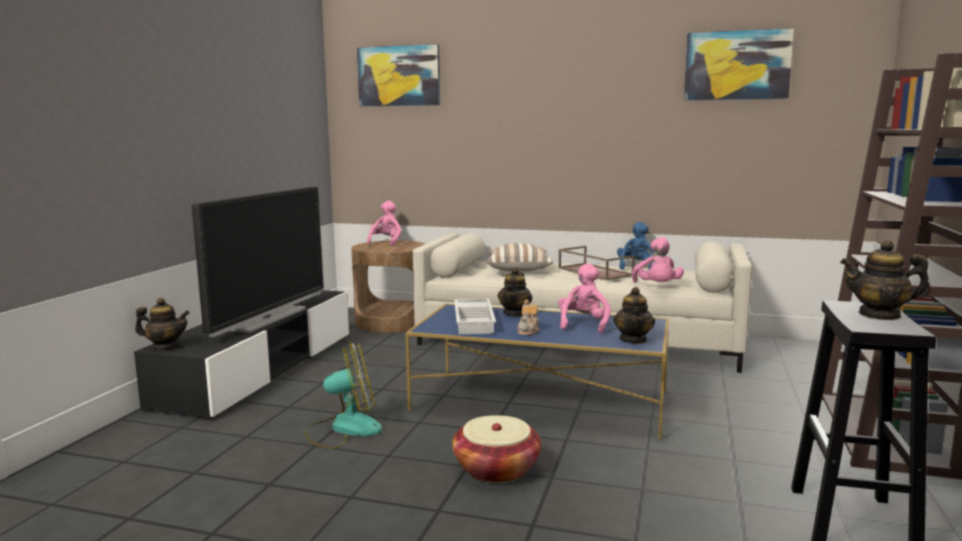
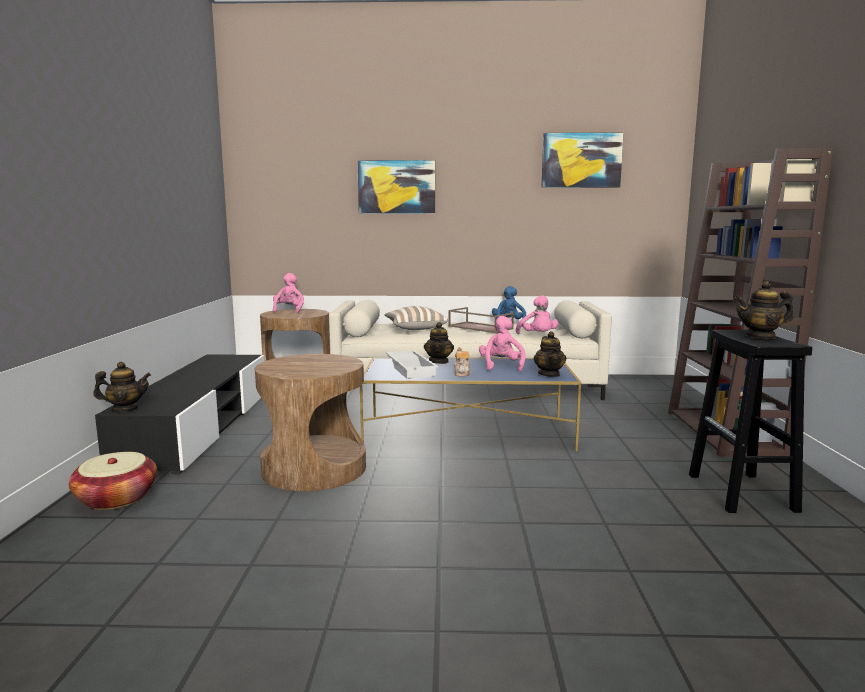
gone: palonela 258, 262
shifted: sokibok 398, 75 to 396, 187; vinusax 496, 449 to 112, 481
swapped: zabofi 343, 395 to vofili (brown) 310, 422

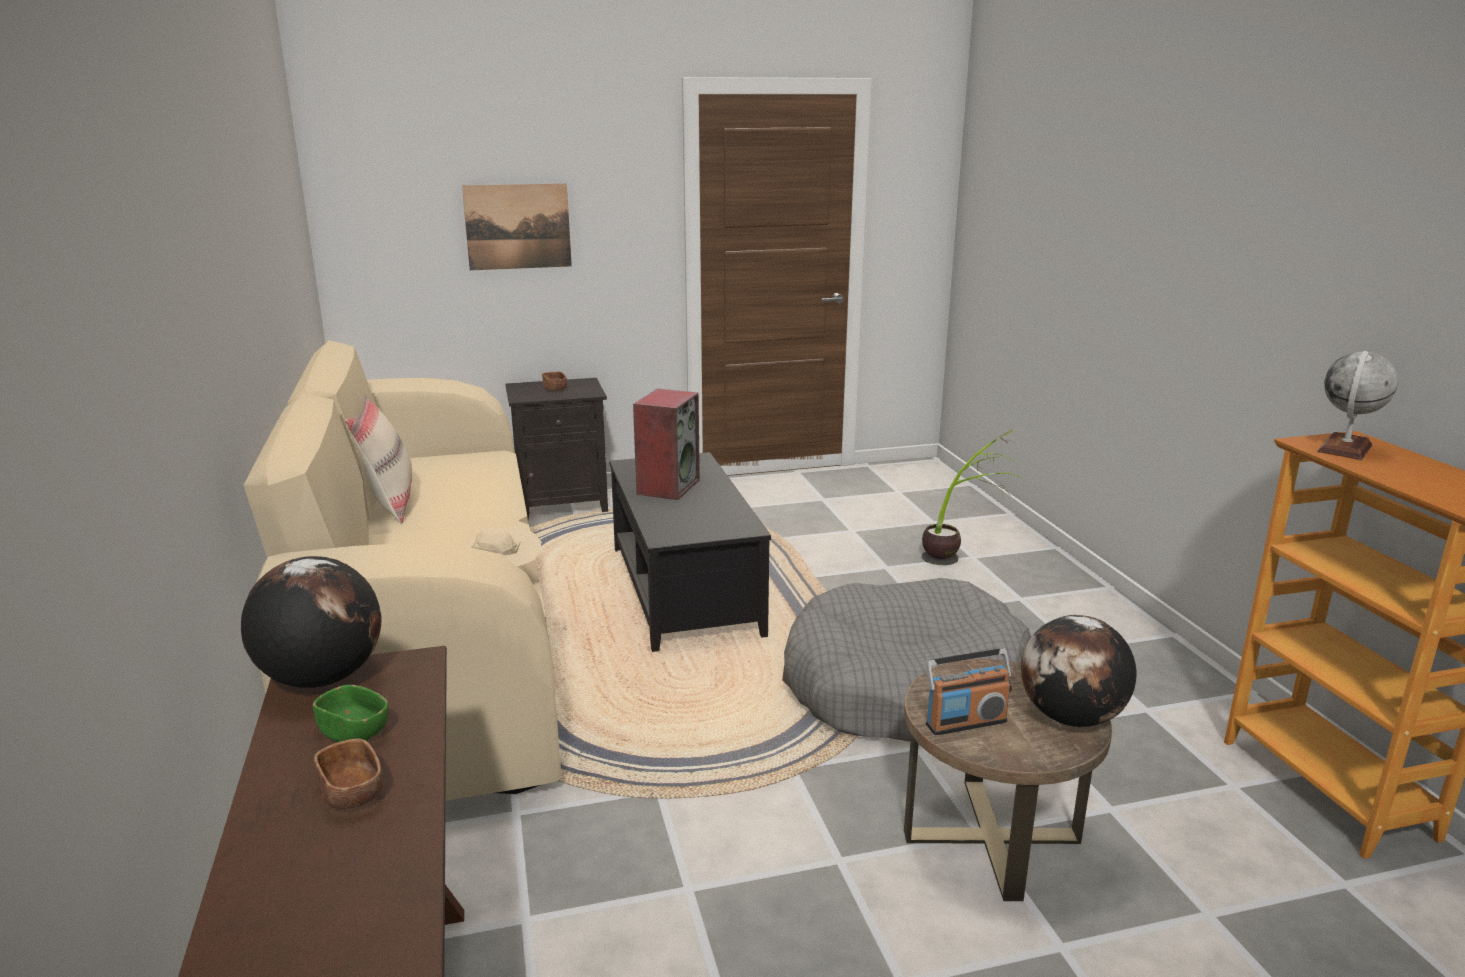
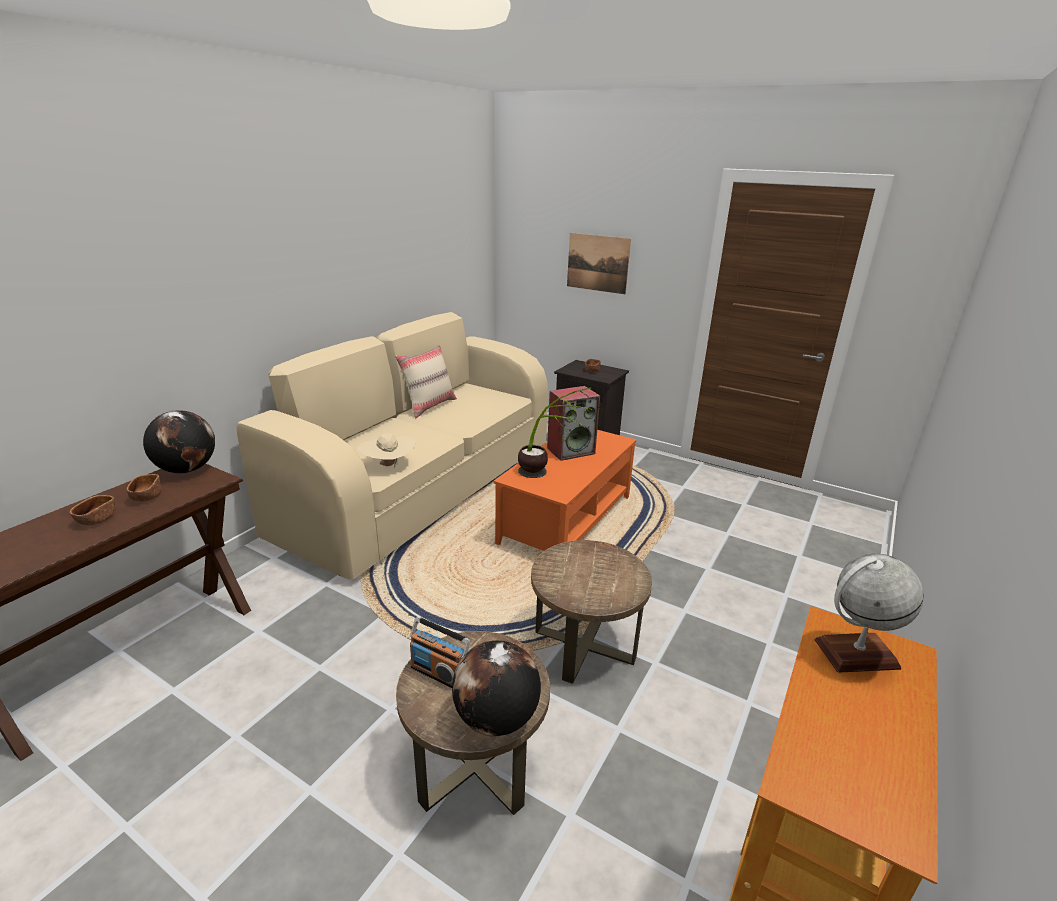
shifted: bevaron 971, 497 to 555, 432
swapped: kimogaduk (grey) 906, 660 to vofili (brown) 591, 612
repainted: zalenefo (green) 351, 713 to zalenefo (brown) 144, 488; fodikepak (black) 690, 552 to fodikepak (orange) 565, 490

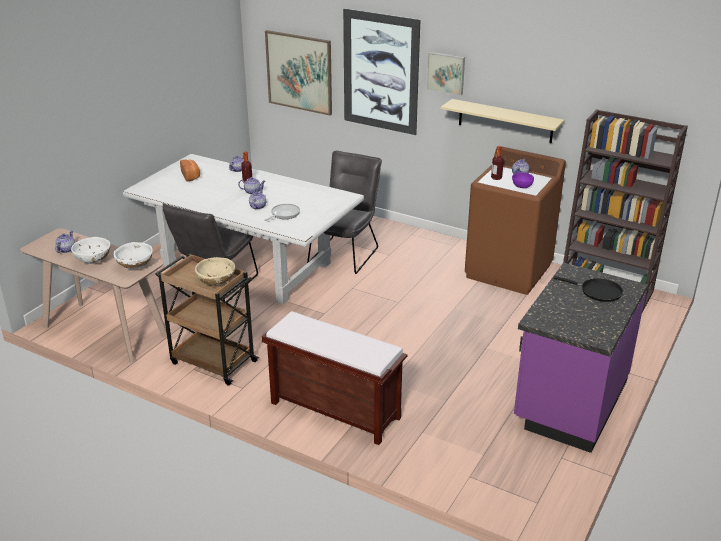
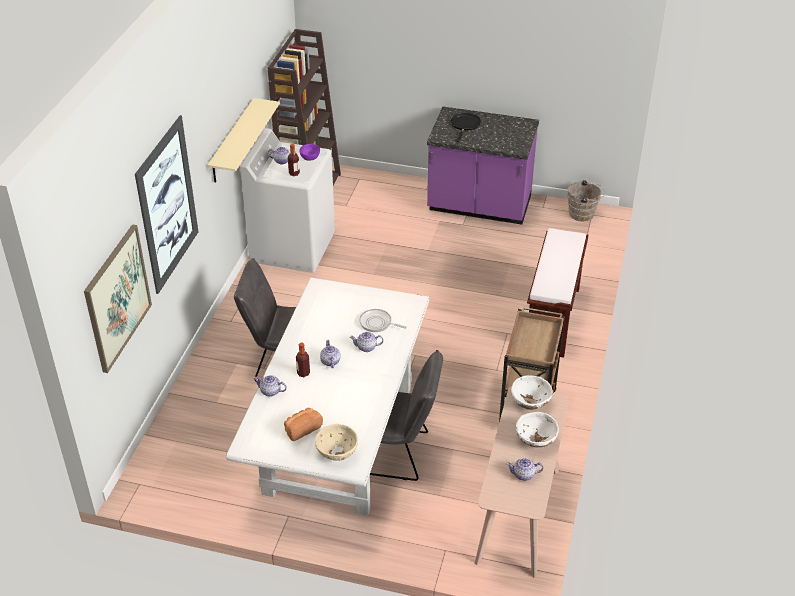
gone: sokibok 446, 74
new: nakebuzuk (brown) 586, 201
shifted: zalenefo (beige) 215, 271 to 336, 442
repainted: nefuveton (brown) 515, 220 to nefuveton (white) 287, 200

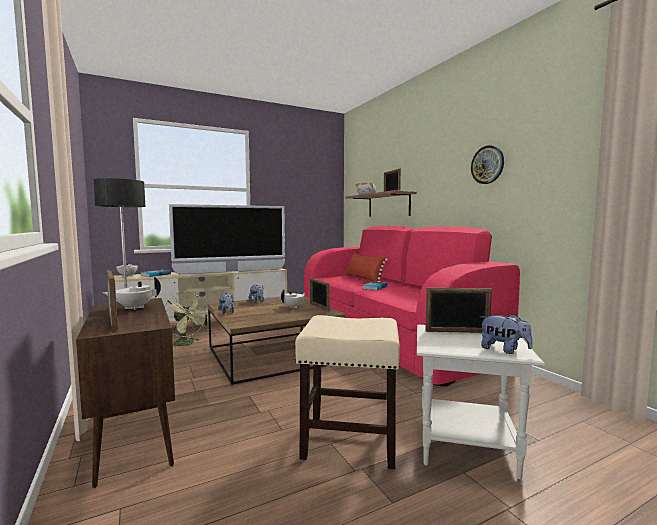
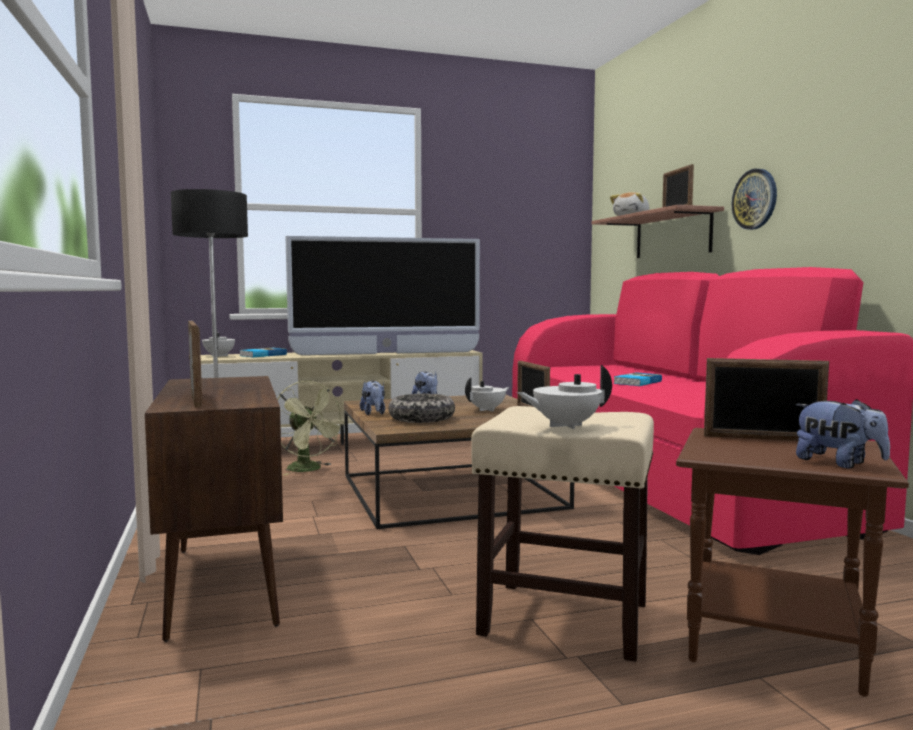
gone: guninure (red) 367, 267
new: zalenefo 421, 408
shifted: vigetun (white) 131, 293 to 564, 397; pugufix 487, 164 to 754, 199
repainted: vofili (white) 481, 402 to vofili (brown) 792, 562

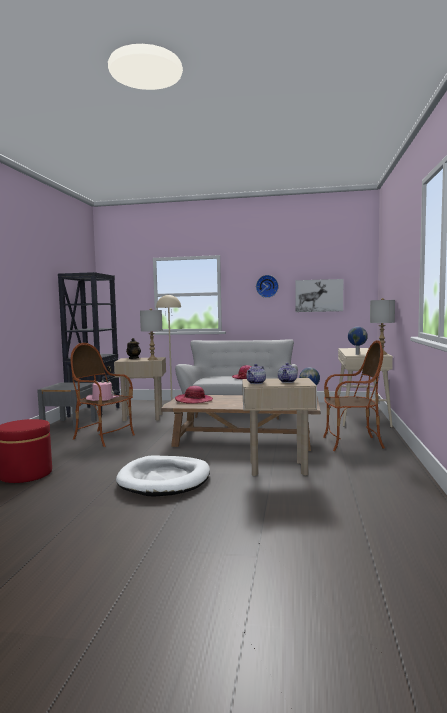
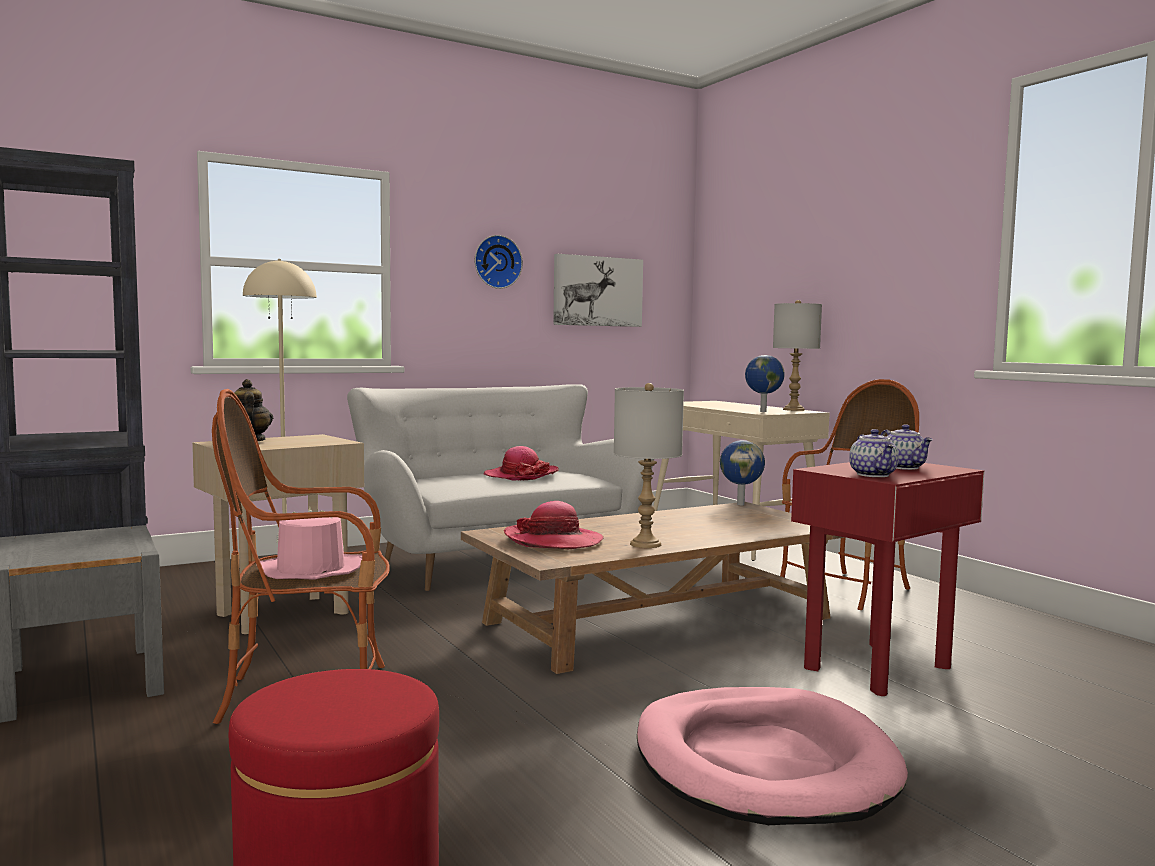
shifted: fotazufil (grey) 151, 334 to 649, 465
repainted: kimogaduk (white) 163, 475 to kimogaduk (pink) 772, 756; vofili (beige) 279, 427 to vofili (red) 887, 579

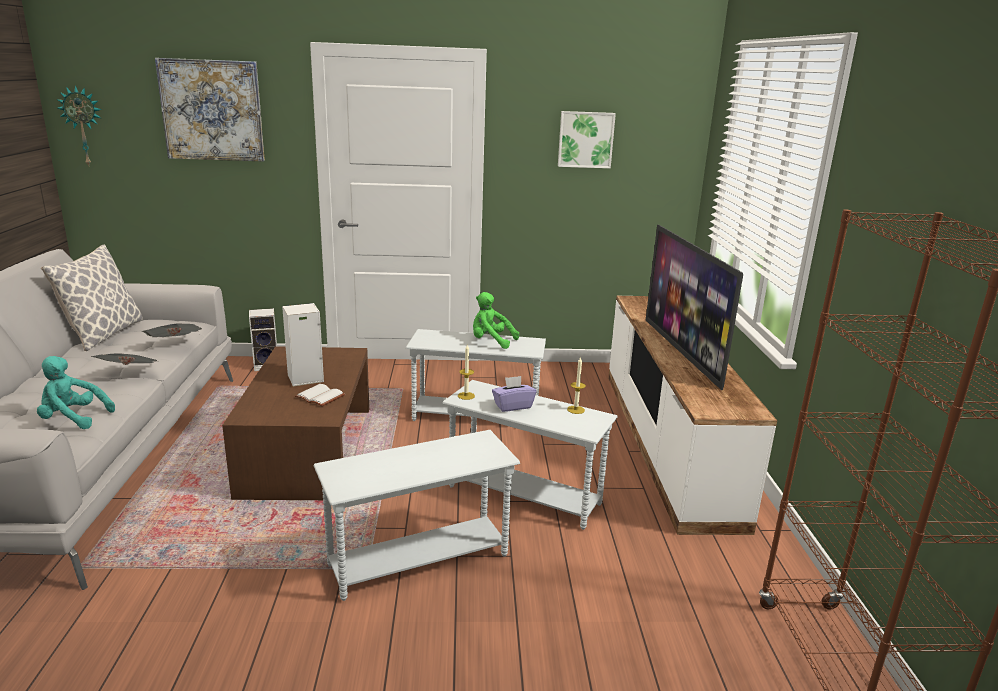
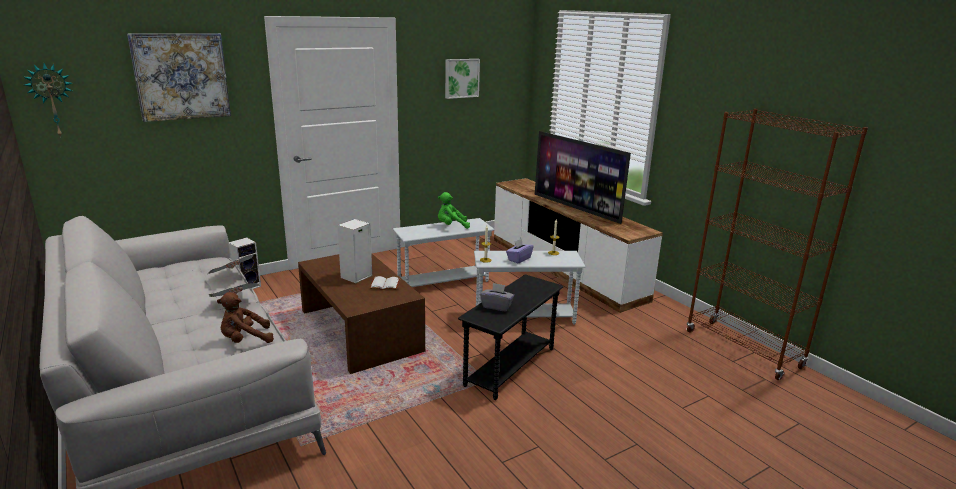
gone: guninure 92, 298
new: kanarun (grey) 497, 297
repainted: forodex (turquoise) 76, 392 to forodex (brown) 245, 317; vofili (white) 416, 515 to vofili (black) 510, 337

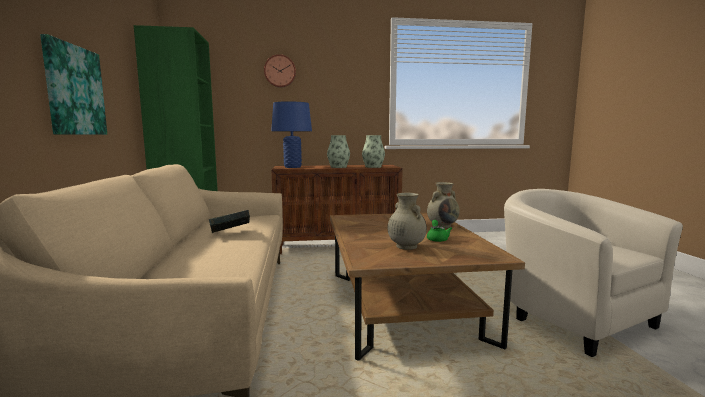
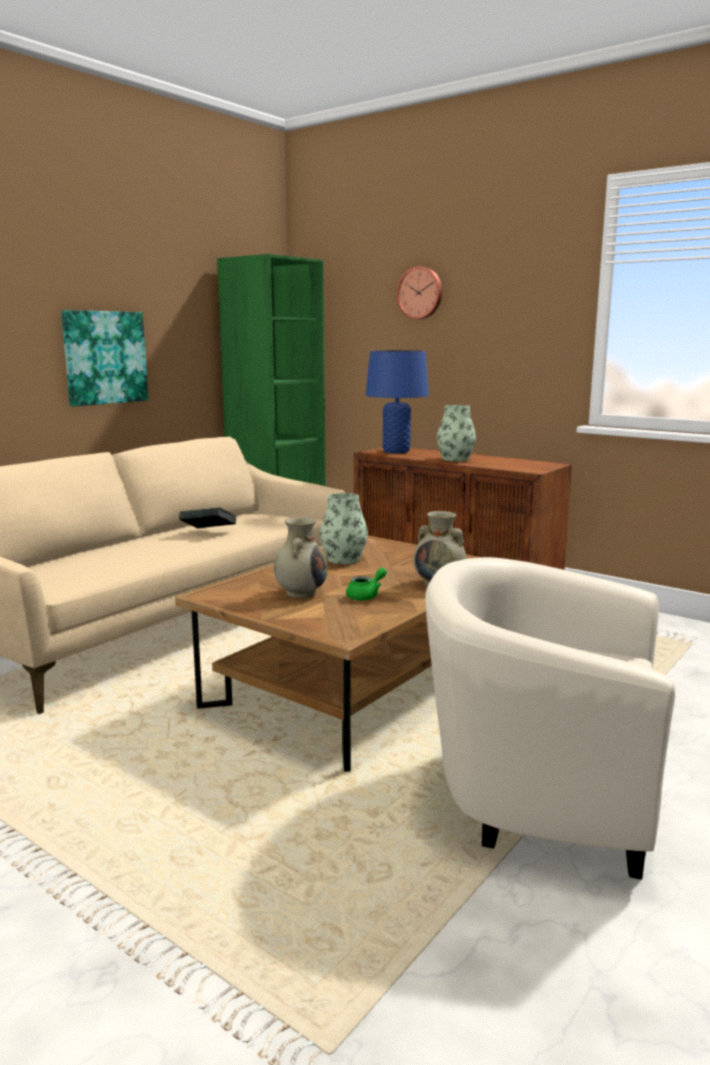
shifted: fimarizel 373, 151 to 344, 528
rotated: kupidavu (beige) 593, 273 = 550, 718 90 degrees counterclockwise

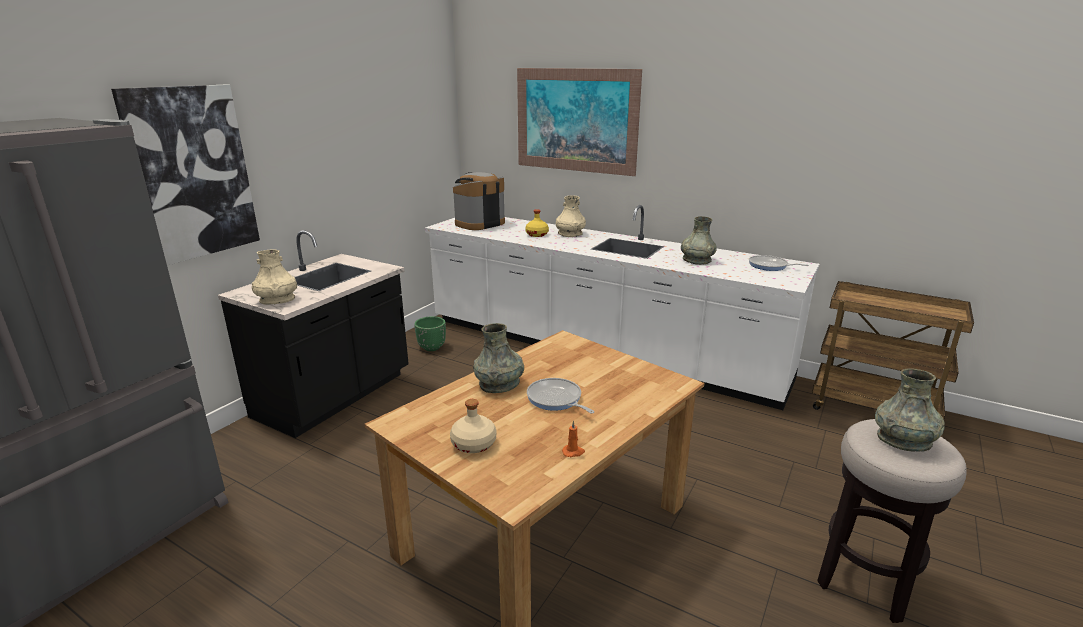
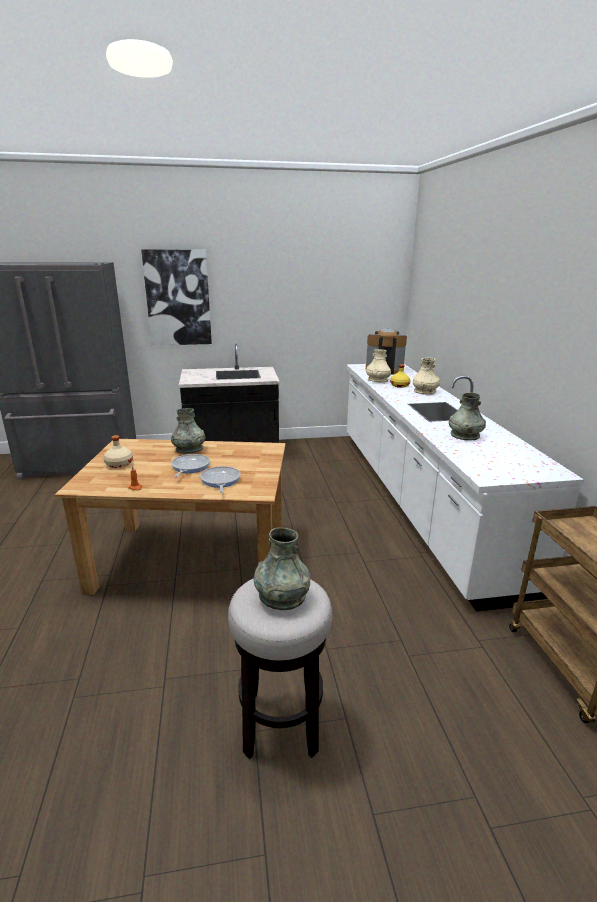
gone: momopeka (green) 430, 333; sokibok 579, 122
shifted: fimarizel (beige) 274, 277 to 378, 365; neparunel 779, 263 to 220, 479

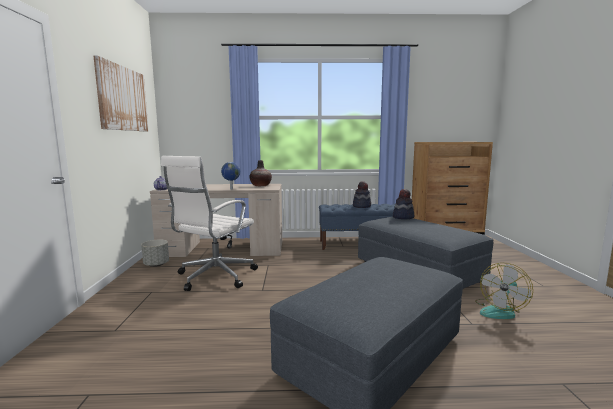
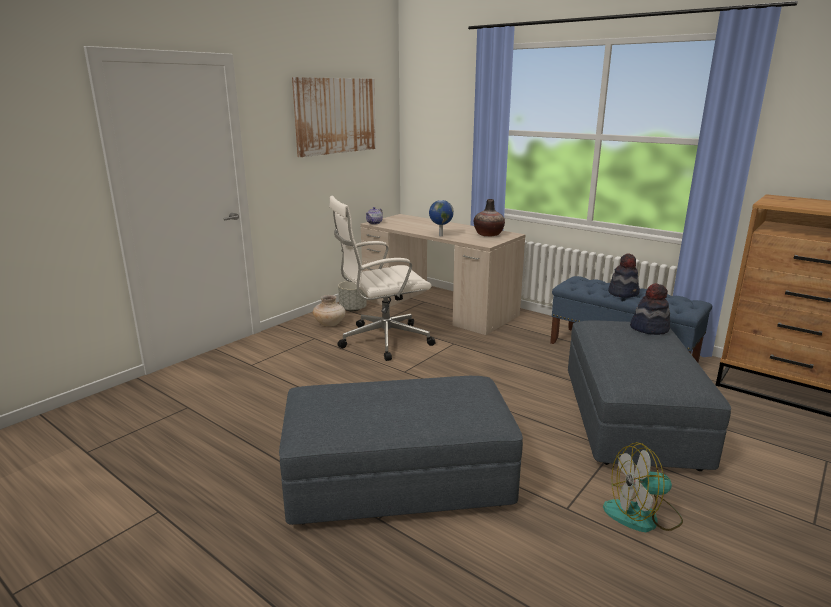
new: fimarizel (beige) 329, 311

